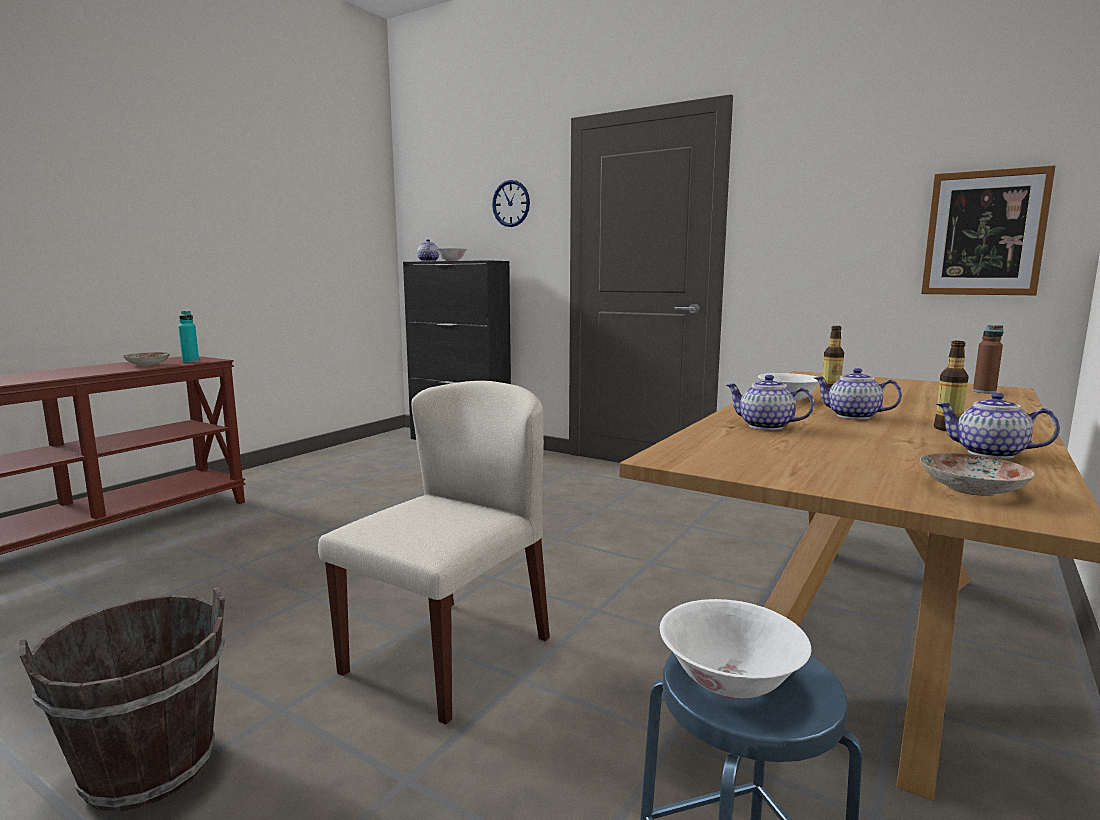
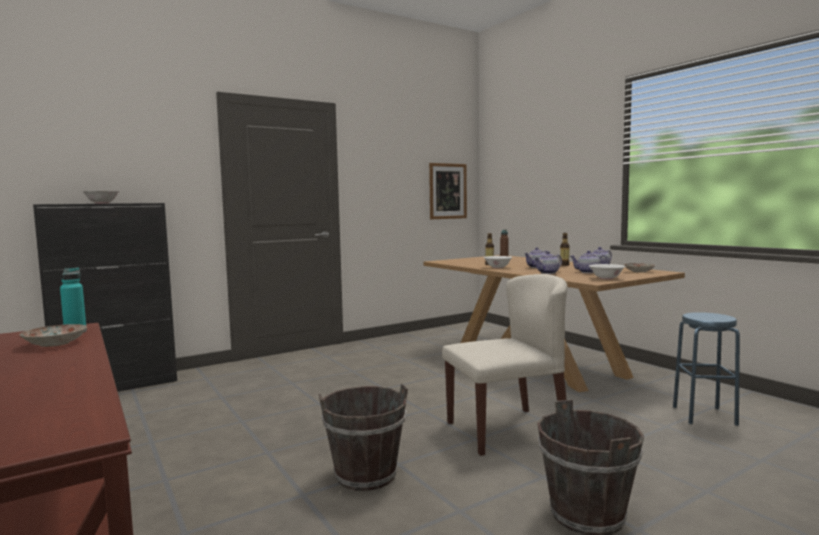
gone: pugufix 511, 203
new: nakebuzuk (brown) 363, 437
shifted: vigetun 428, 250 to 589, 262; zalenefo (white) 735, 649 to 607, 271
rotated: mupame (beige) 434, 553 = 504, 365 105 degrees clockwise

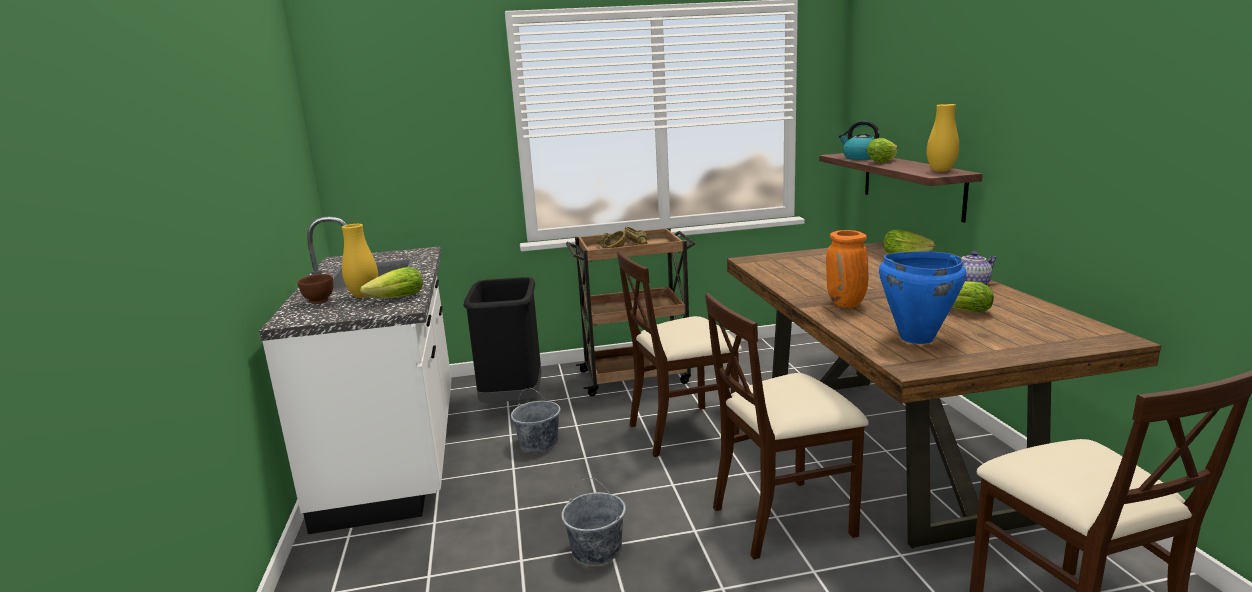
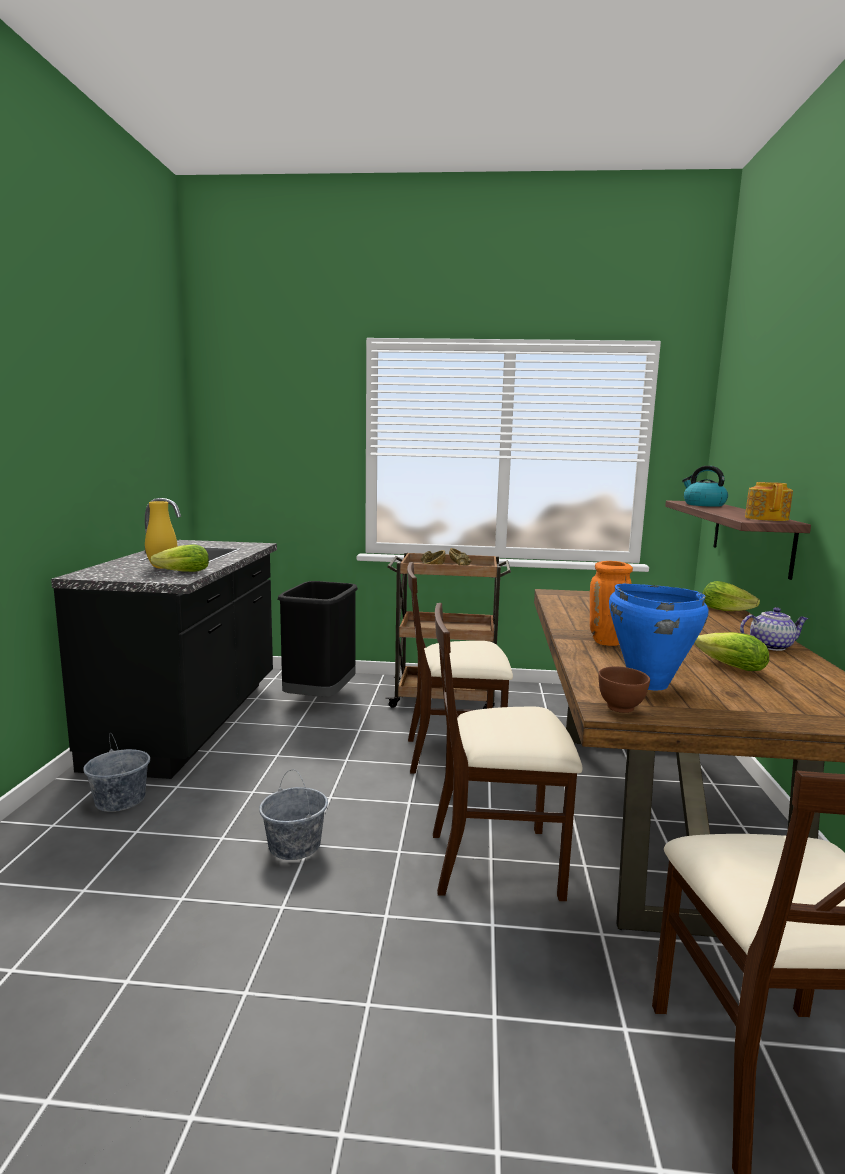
gone: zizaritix 882, 150
shifted: zalenefo (brown) 315, 289 to 624, 689; nakebuzuk (grey) 536, 420 to 116, 772
swapped: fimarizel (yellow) 943, 138 to vigetun 769, 501
repainted: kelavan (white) 355, 375 to kelavan (black) 164, 638

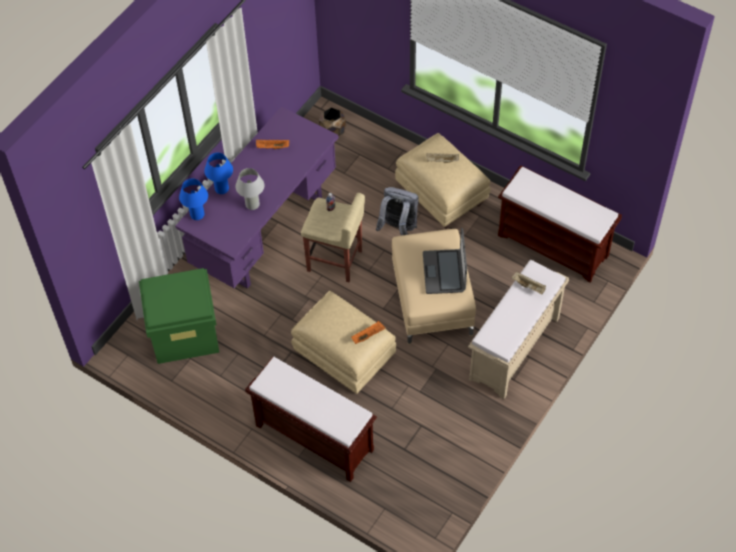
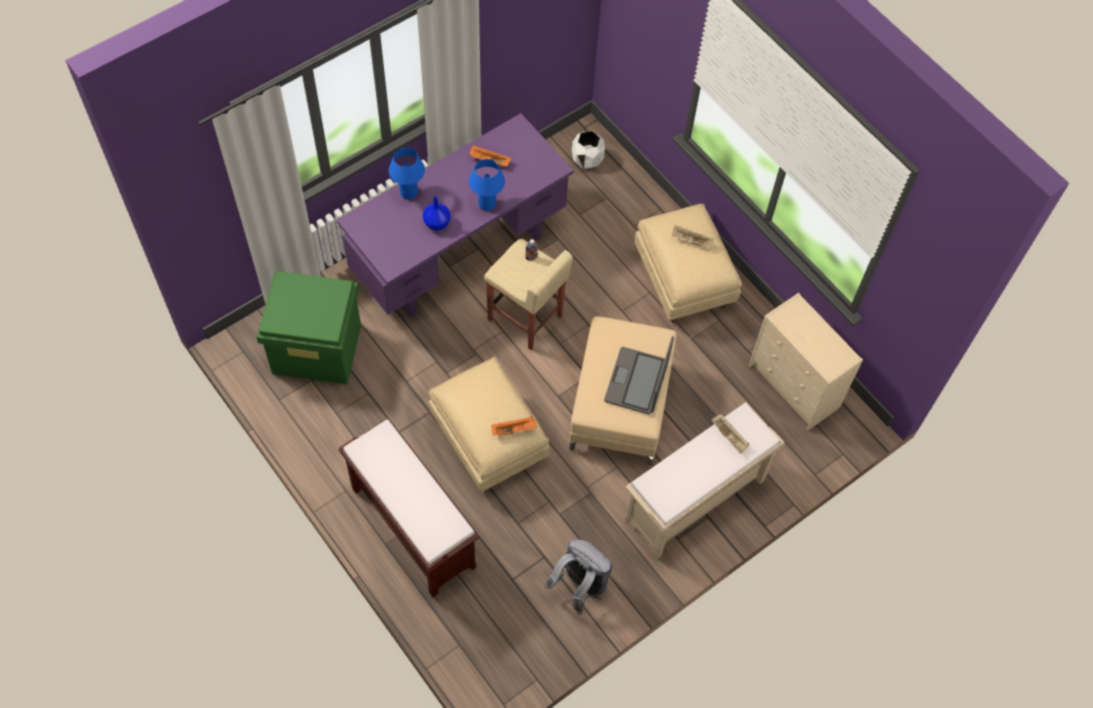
shifted: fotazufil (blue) 193, 199 to 487, 185; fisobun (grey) 397, 211 to 578, 577
swapped: fotazufil (white) 250, 189 to fimarizel (blue) 437, 213; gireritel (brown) 560, 224 to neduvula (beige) 805, 361
repainted: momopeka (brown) 332, 121 to momopeka (white) 588, 150

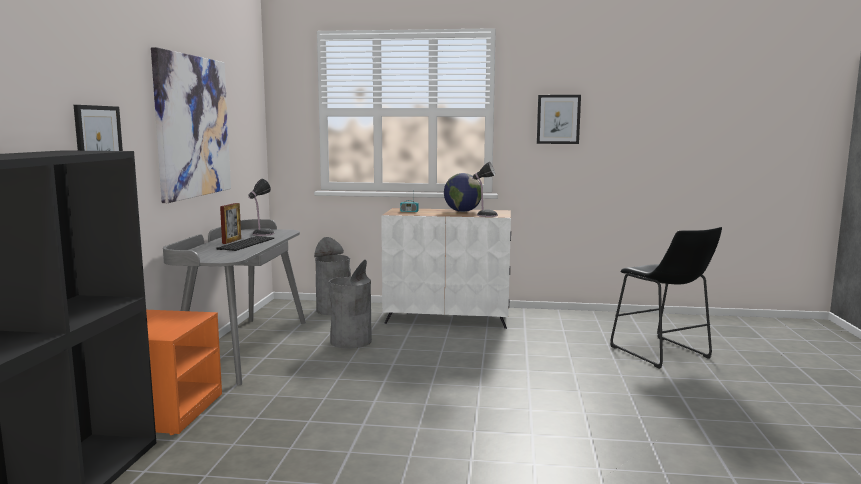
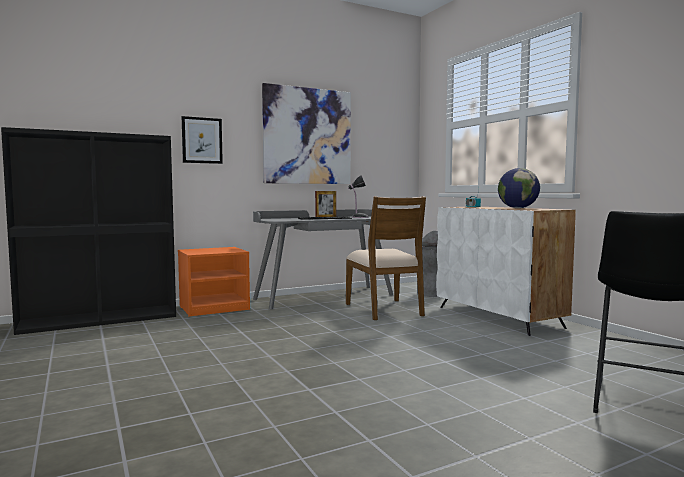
gone: fotazufil 485, 189; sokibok 559, 119
swapped: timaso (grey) 350, 304 to mupame (brown) 386, 258

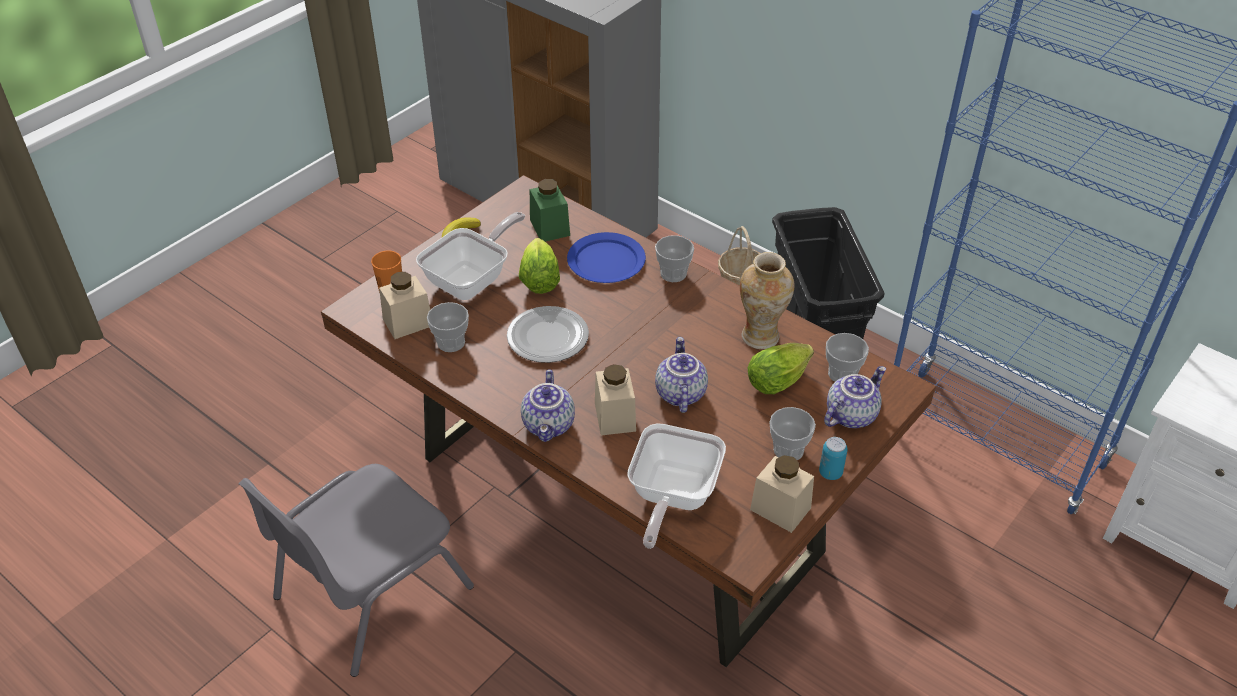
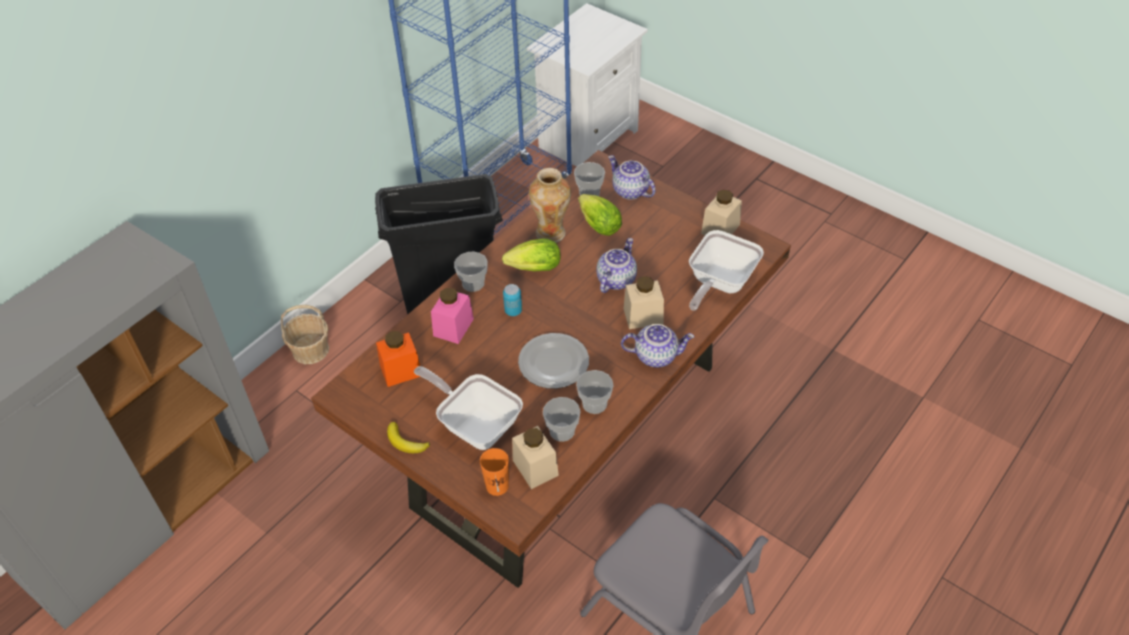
shifted: zizaritix 539, 266 to 531, 255; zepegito 793, 433 to 595, 392; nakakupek 833, 458 to 512, 300
swapped: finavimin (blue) 606, 257 to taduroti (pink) 452, 316
repainted: taduroti (green) 550, 210 to taduroti (orange) 398, 359
rotated: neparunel 676, 486 = 726, 270 105 degrees clockwise; vigetun 681, 375 = 616, 265 120 degrees clockwise

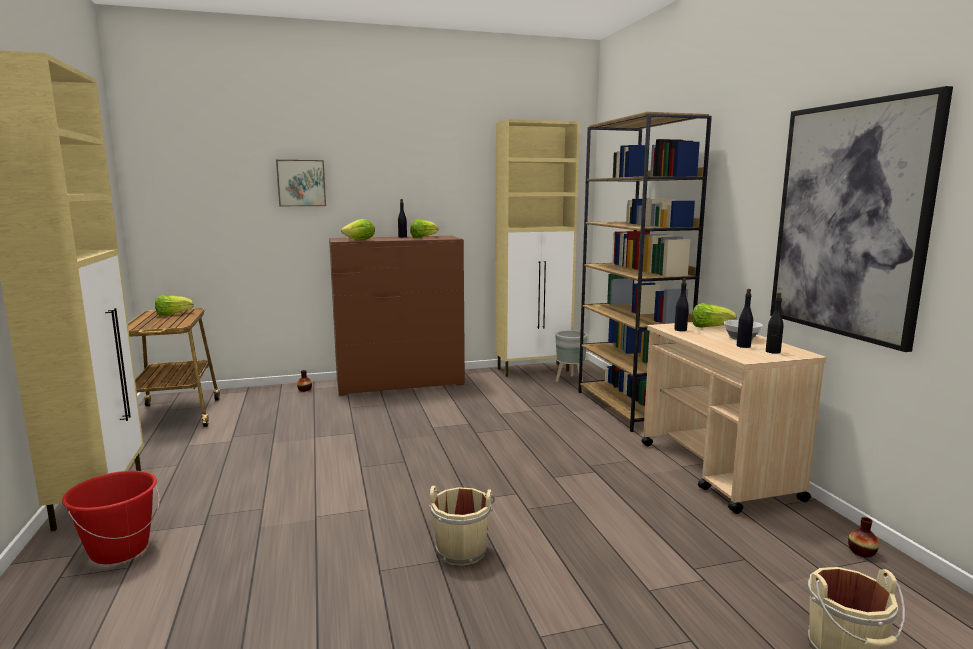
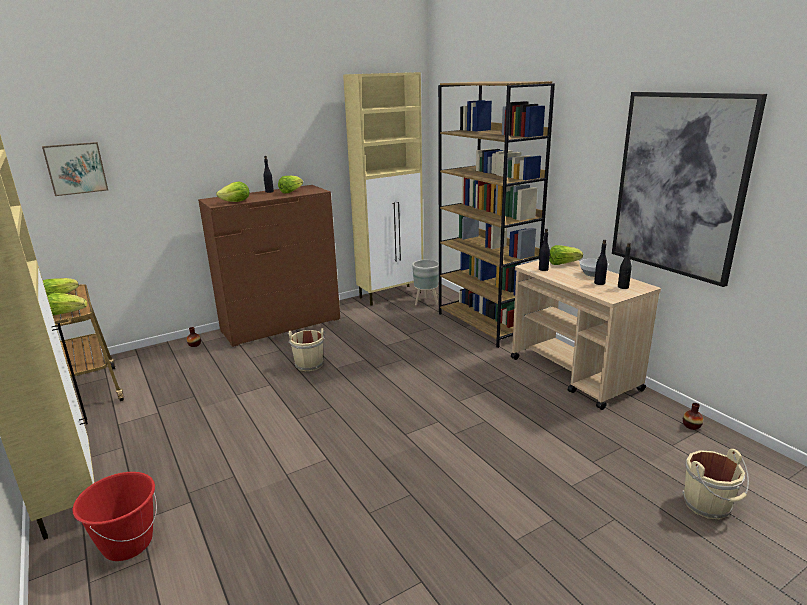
new: zizaritix 67, 304
shifted: sokibok 301, 183 to 75, 169; nakebuzuk (beige) 462, 526 to 306, 349

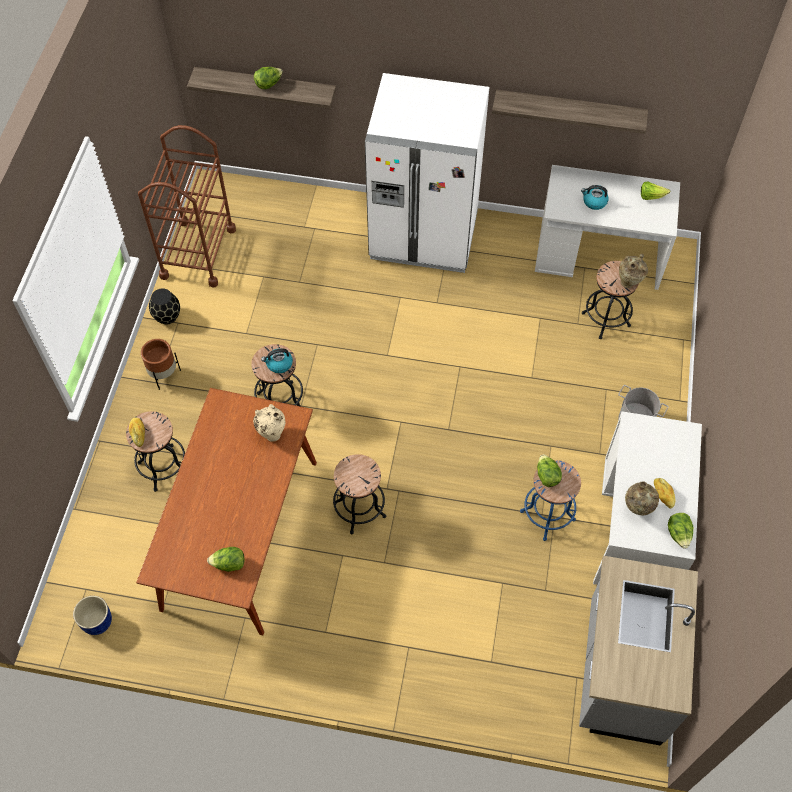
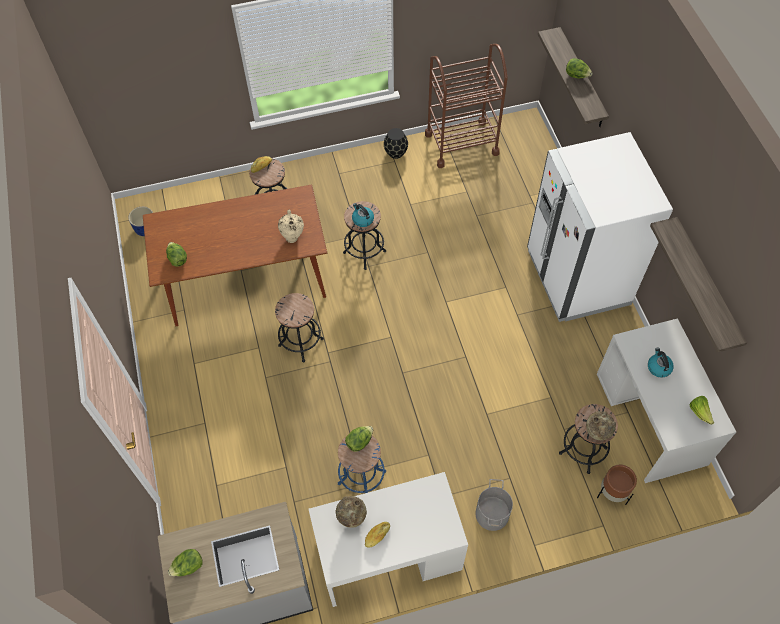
shifted: momopeka (brown) 161, 364 to 617, 485; zizaritix 680, 531 to 185, 562

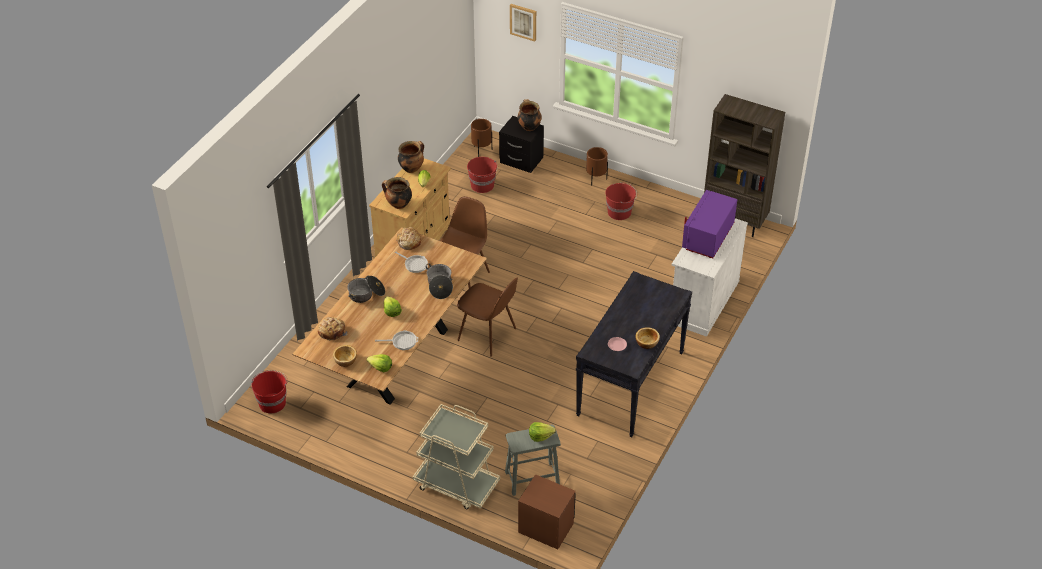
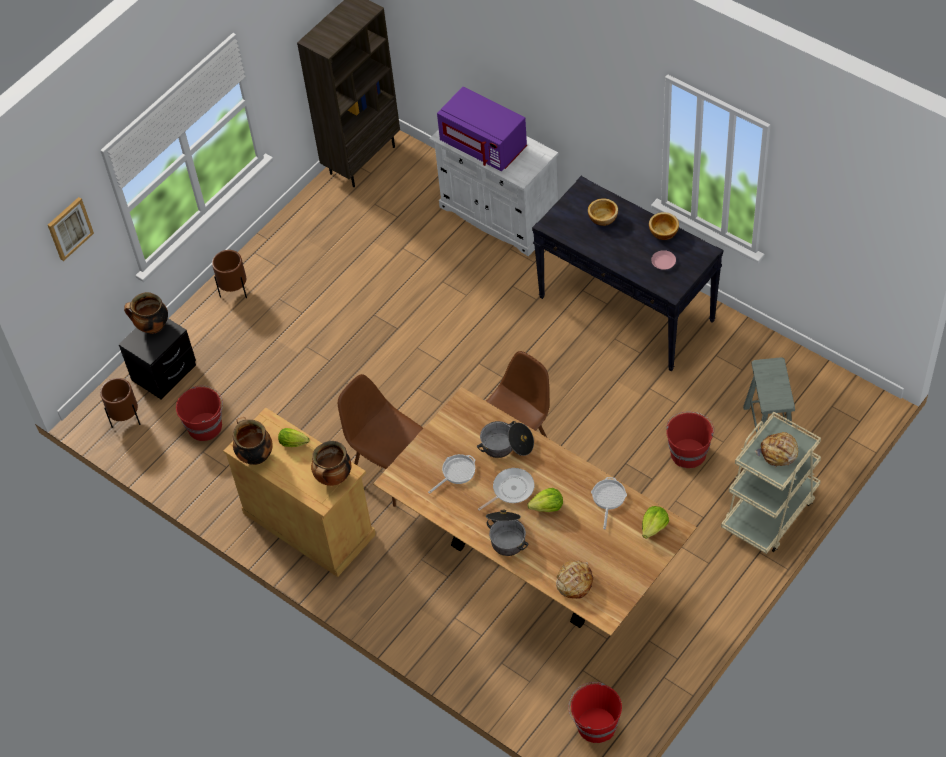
gone: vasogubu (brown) 547, 511; zizaritix 542, 432
new: neparunel 506, 489
shifted: zalenefo 345, 356 to 603, 212; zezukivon 409, 238 to 776, 449; nakebuzuk (red) 621, 201 to 690, 439

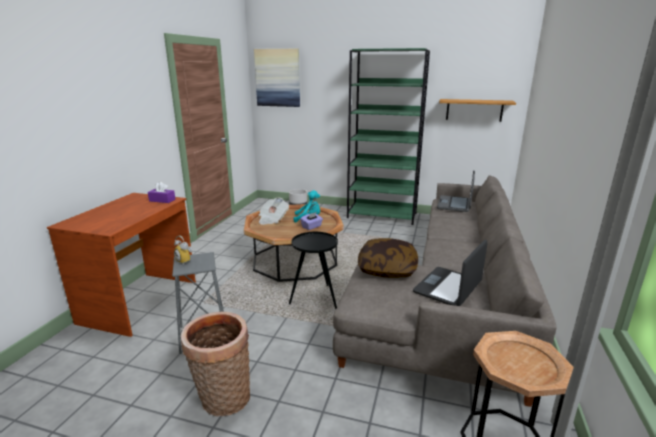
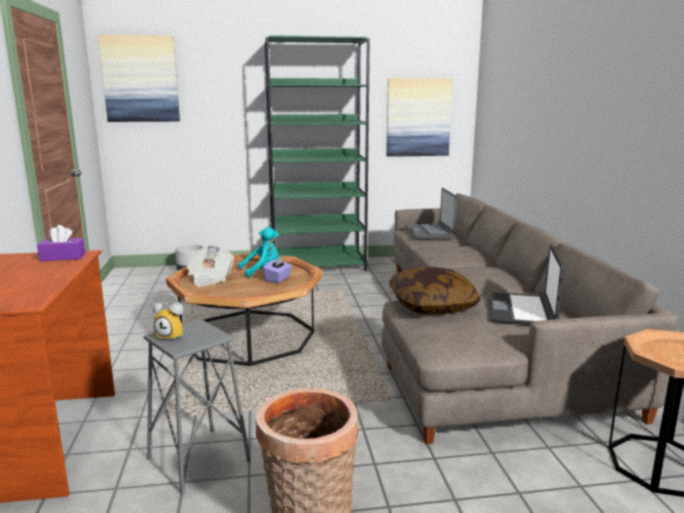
gone: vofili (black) 313, 270
swapped: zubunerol 477, 110 to sokibok 419, 117

